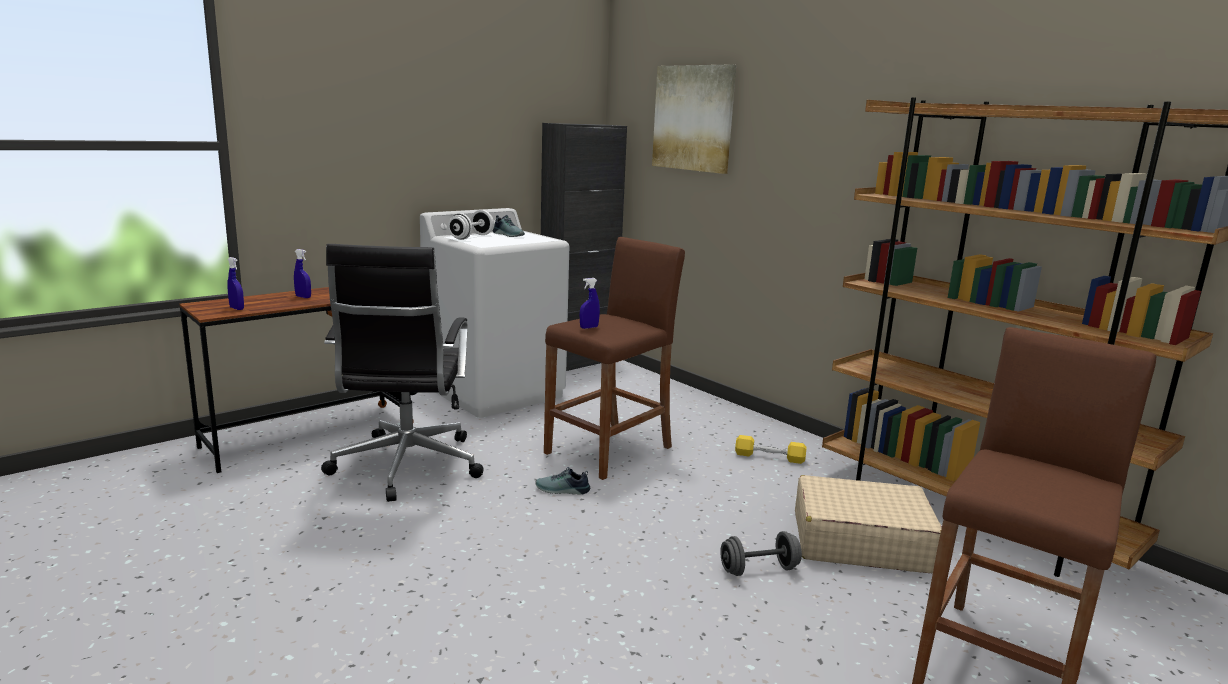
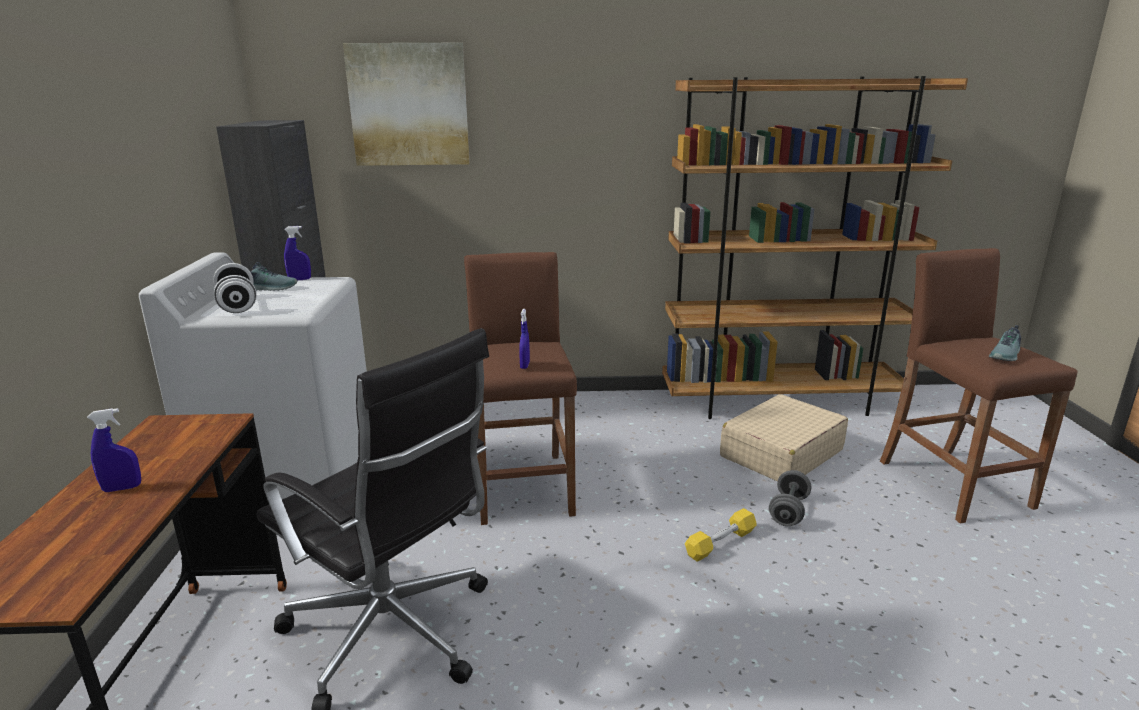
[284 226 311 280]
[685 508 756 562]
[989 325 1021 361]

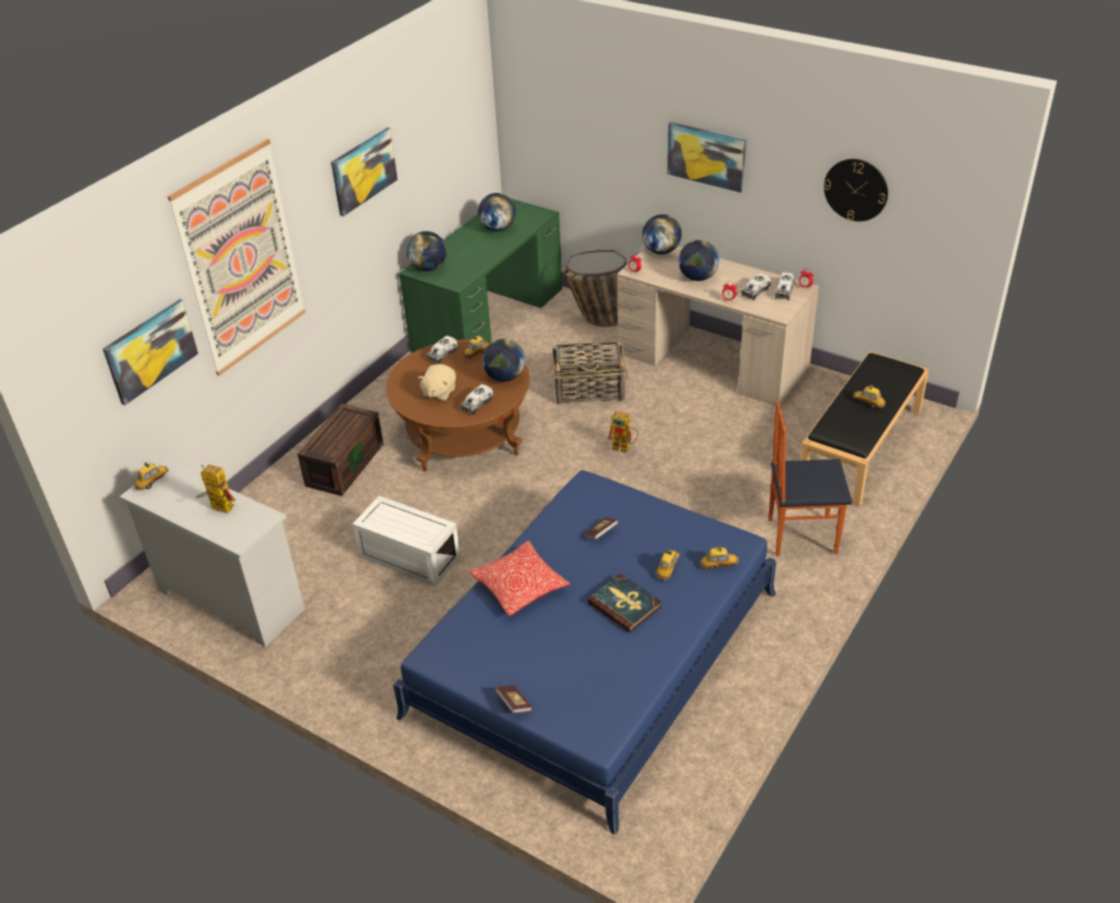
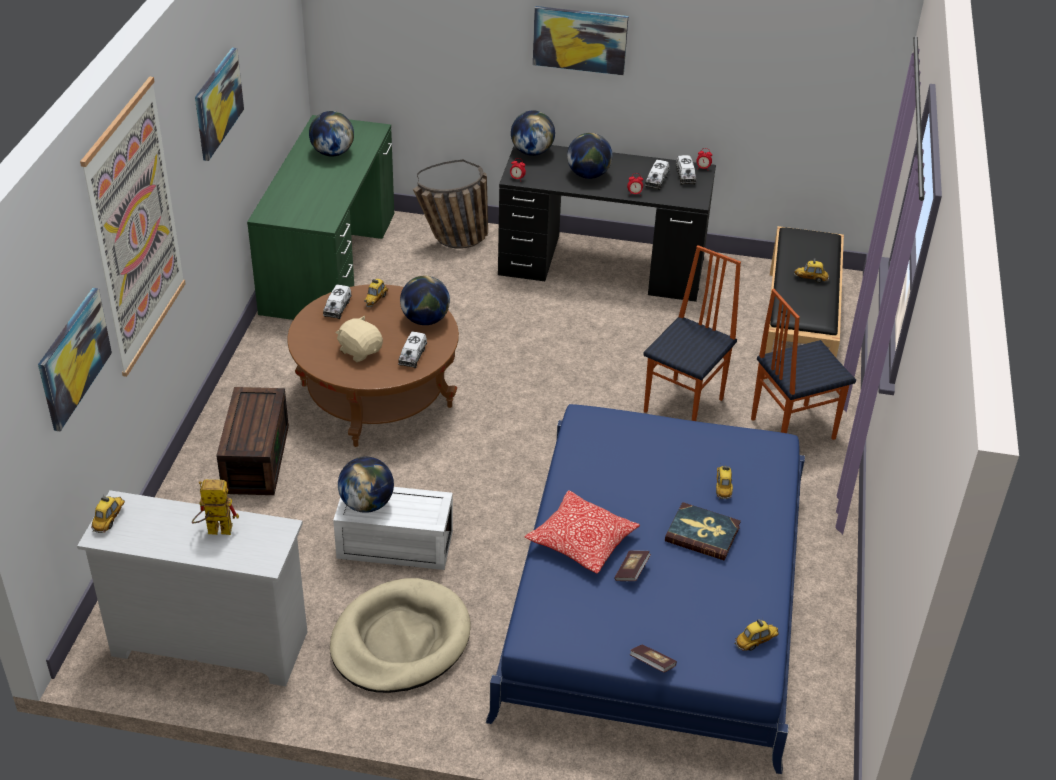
[823 159 888 221] (first image)
[338 457 394 513]
[498 145 716 302]
[552 341 627 405] (first image)
[336 316 383 362]
[607 411 638 453] (first image)
[614 550 651 581]
[734 619 779 651]
[643 245 741 421]
[330 578 471 693]

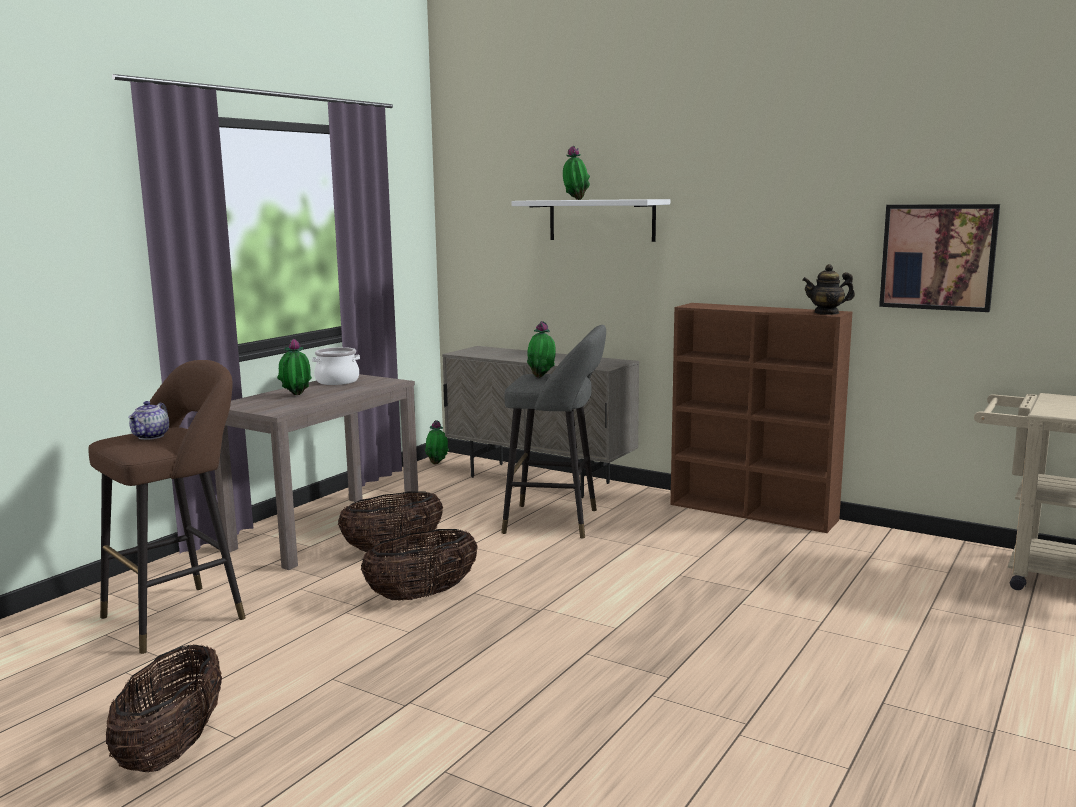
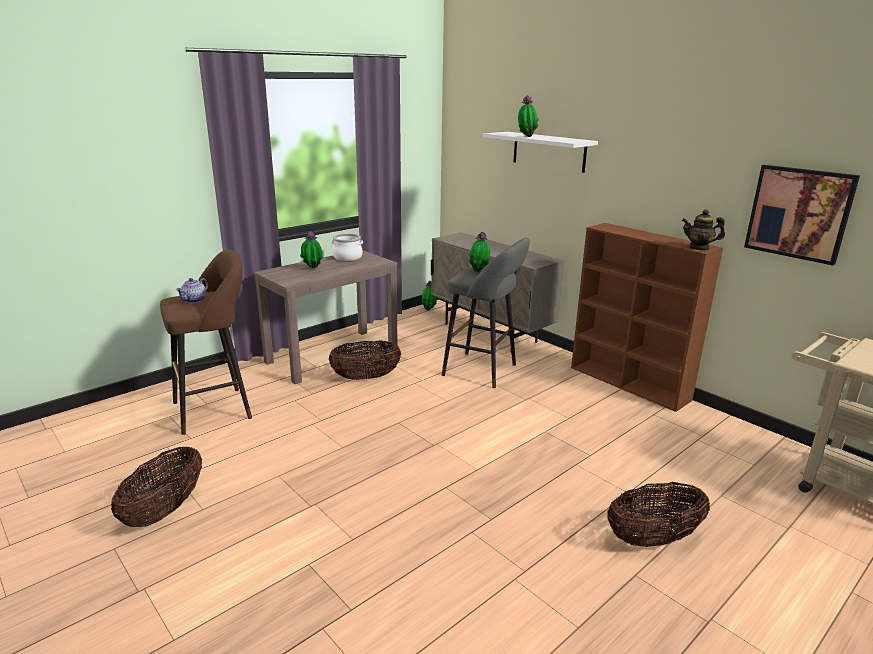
[607 482 710 547]

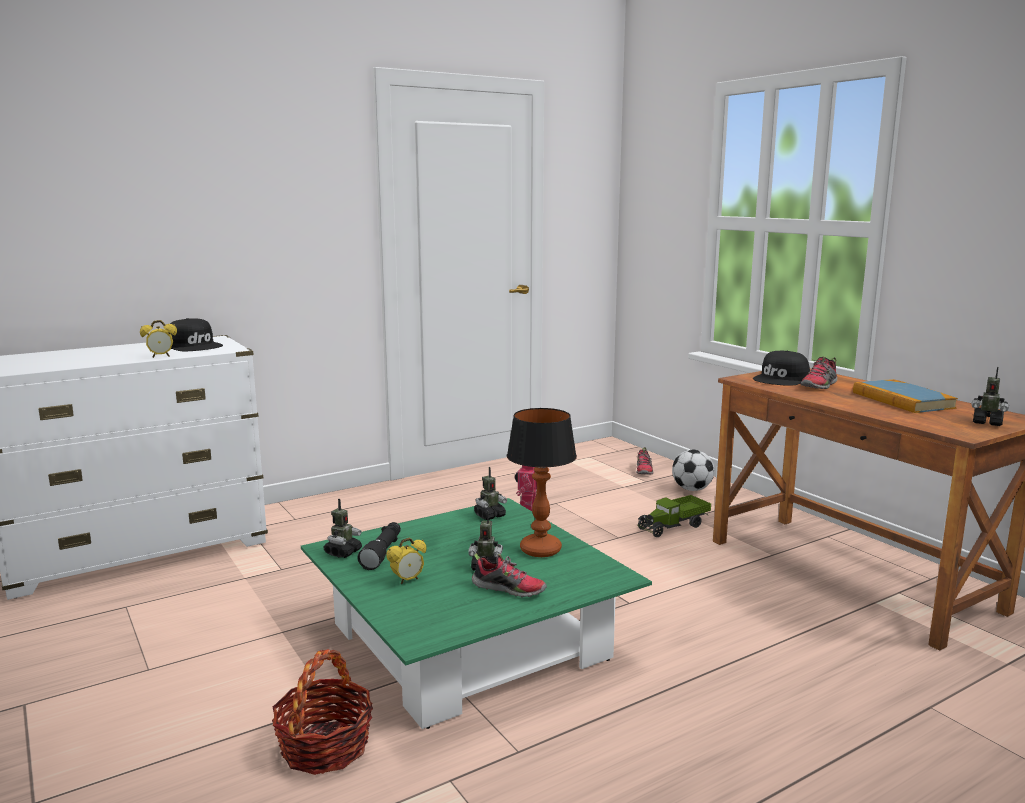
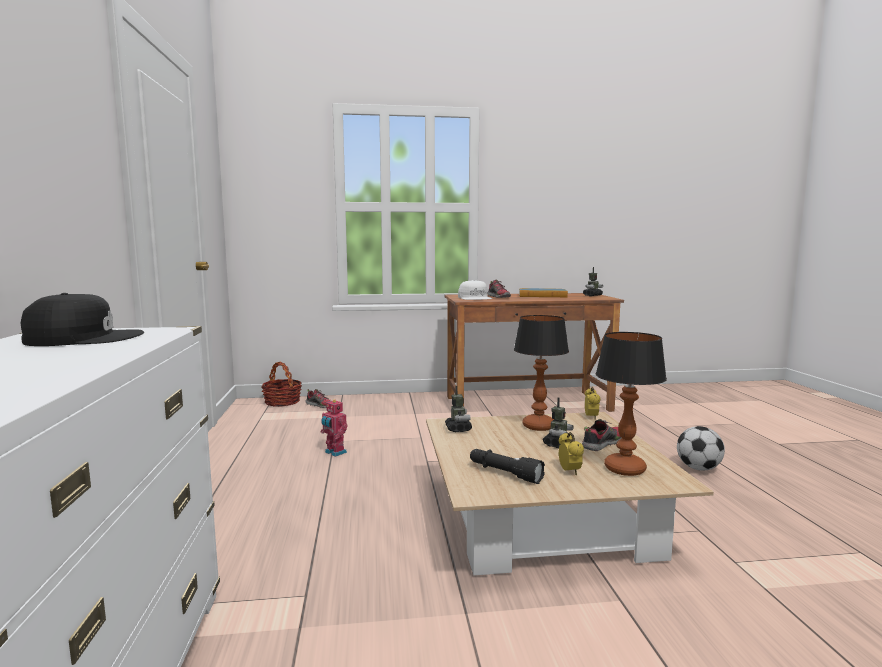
[585 387 601 420]
[458 280 492 300]
[677 426 725 470]
[637 495 711 537] (first image)
[426 412 714 576]
[323 499 362 558] (first image)
[261 361 302 406]
[596 332 667 476]

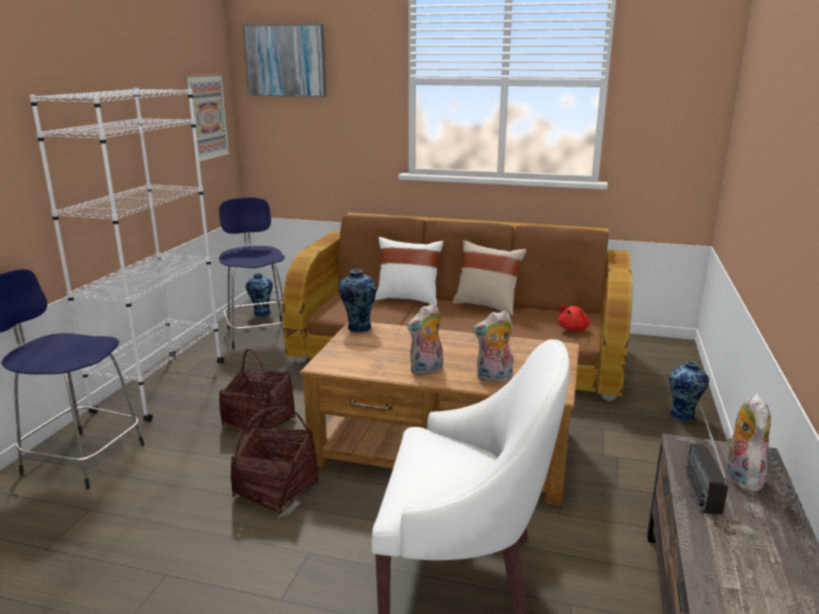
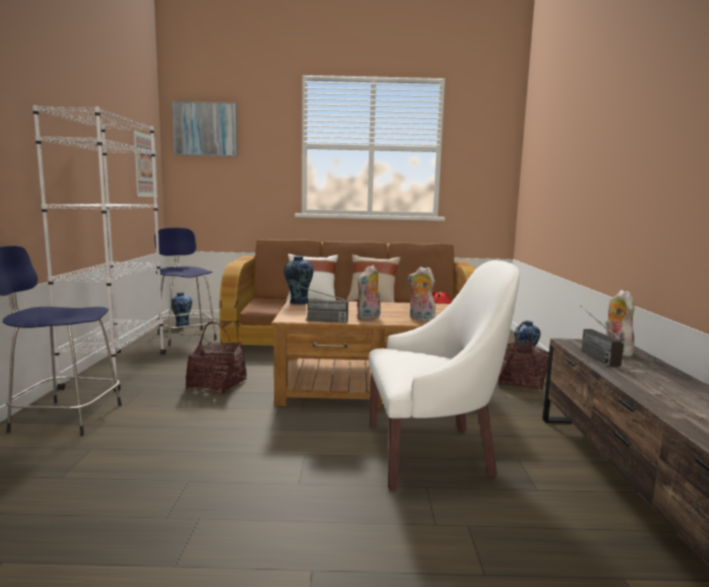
[408 267 436 322]
[498 322 549 390]
[288 283 348 323]

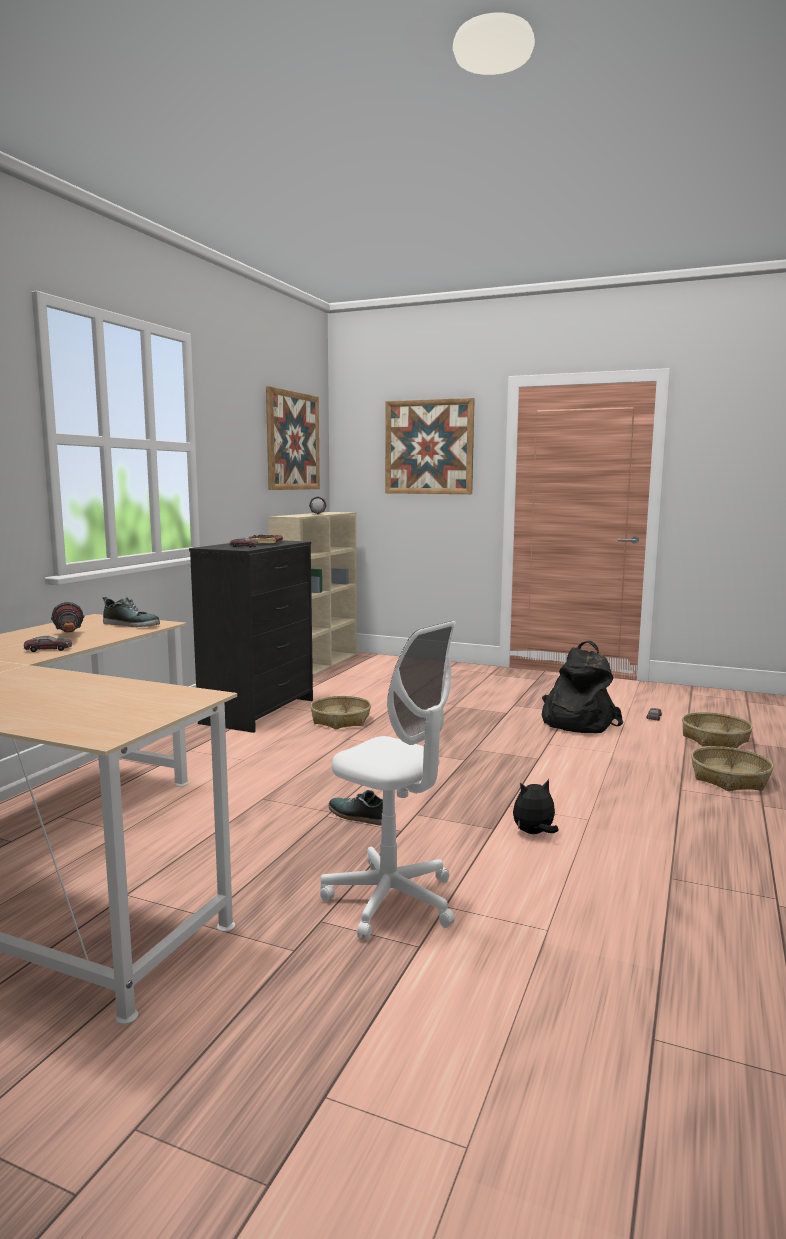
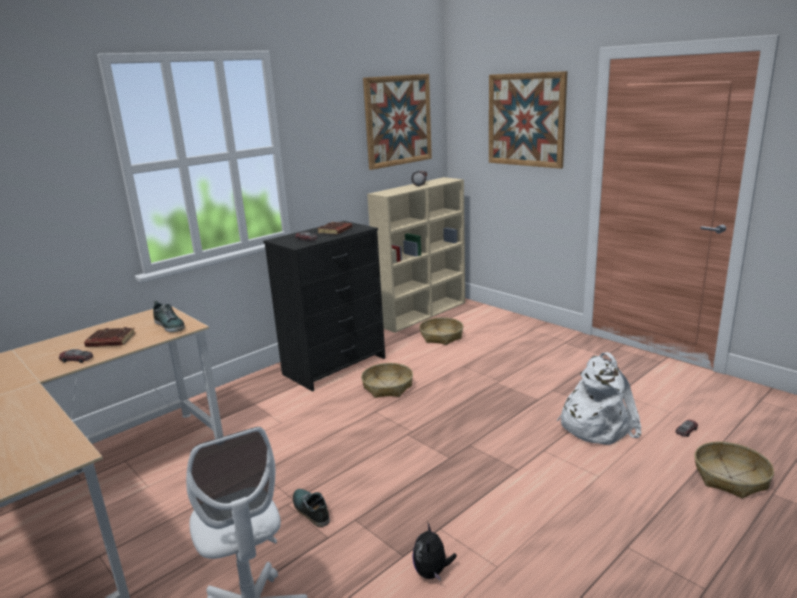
[84 327 135 347]
[557 352 641 445]
[419 317 463 345]
[412 523 457 581]

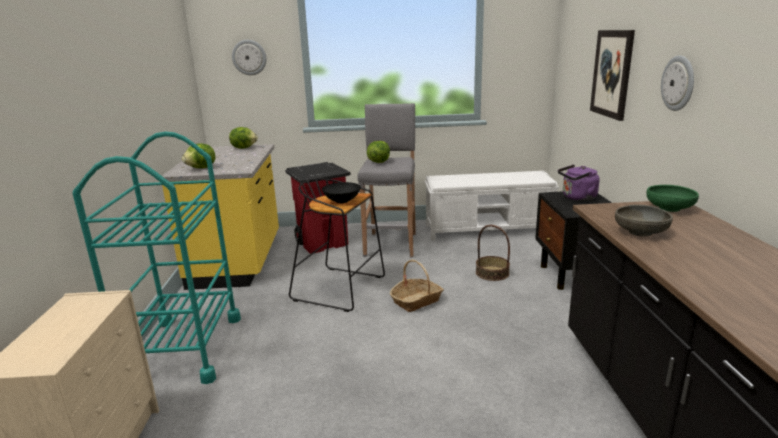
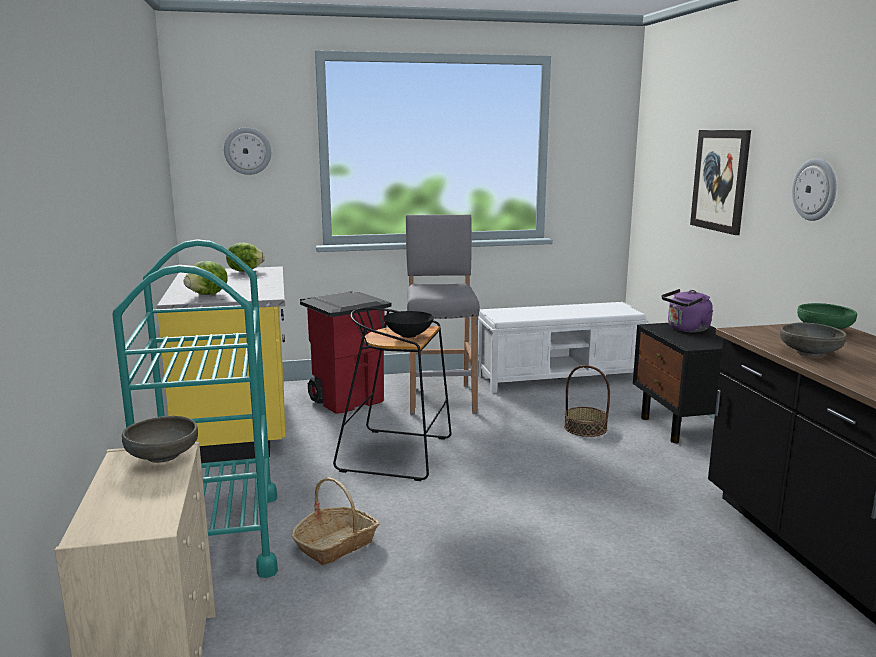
[367 141 390 163] (first image)
[291 477 380 565]
[122 416 198 463]

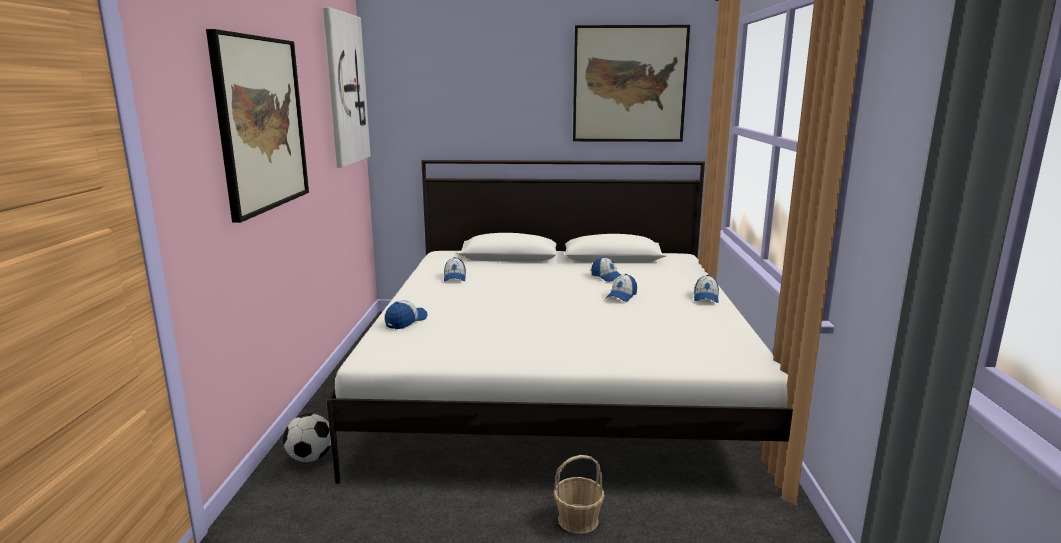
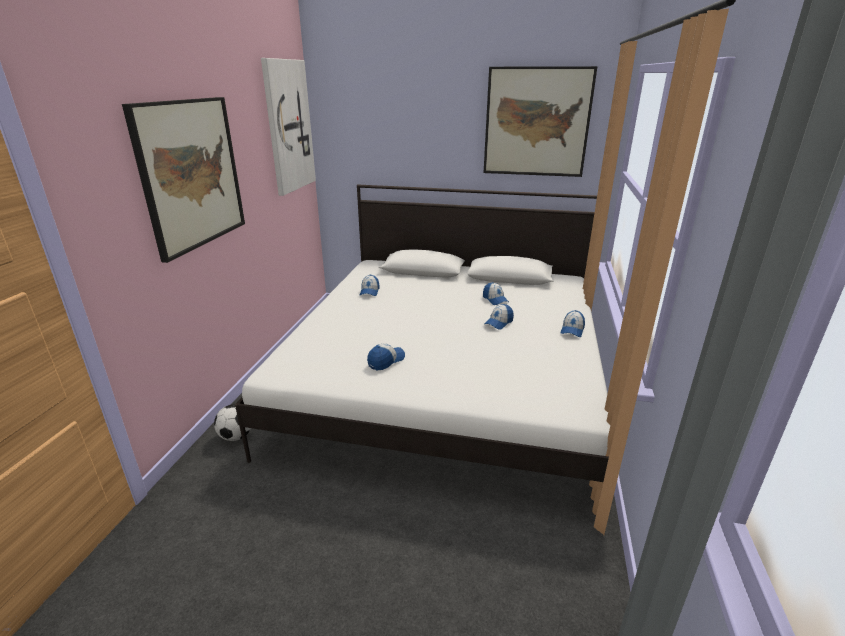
[367 343 405 370]
[554 455 605 534] (first image)

